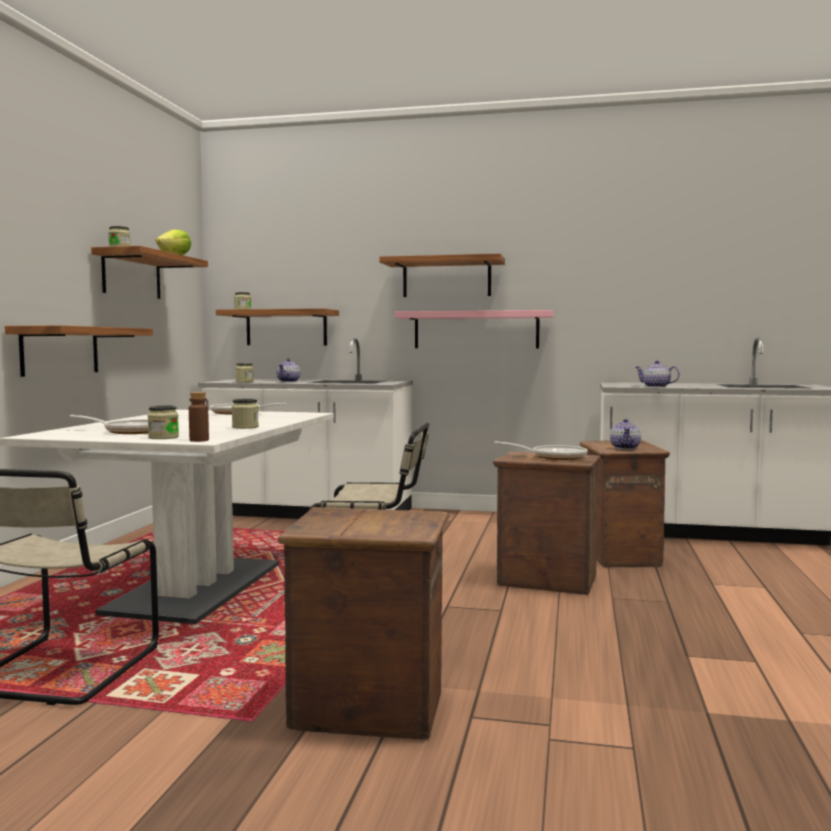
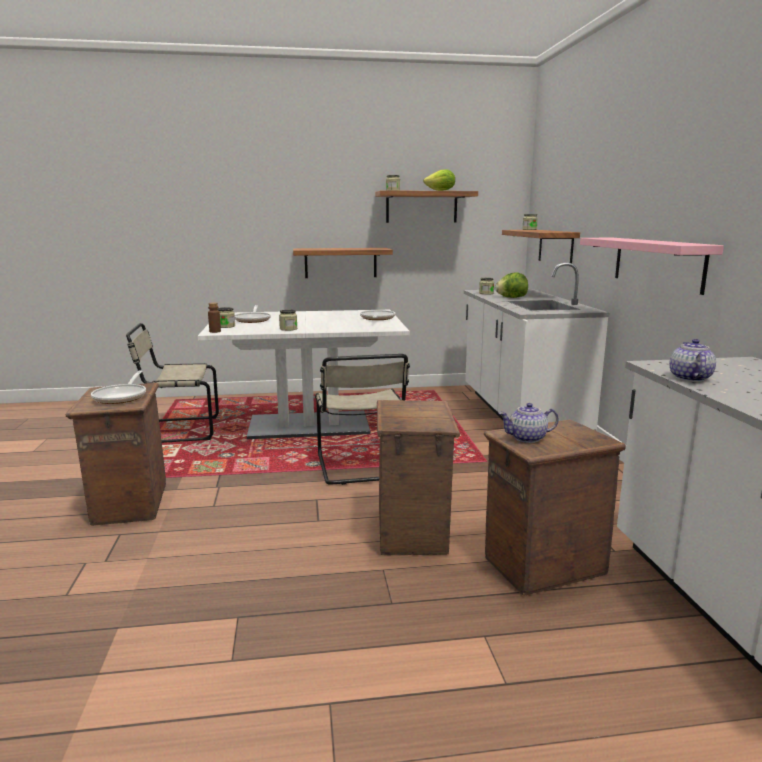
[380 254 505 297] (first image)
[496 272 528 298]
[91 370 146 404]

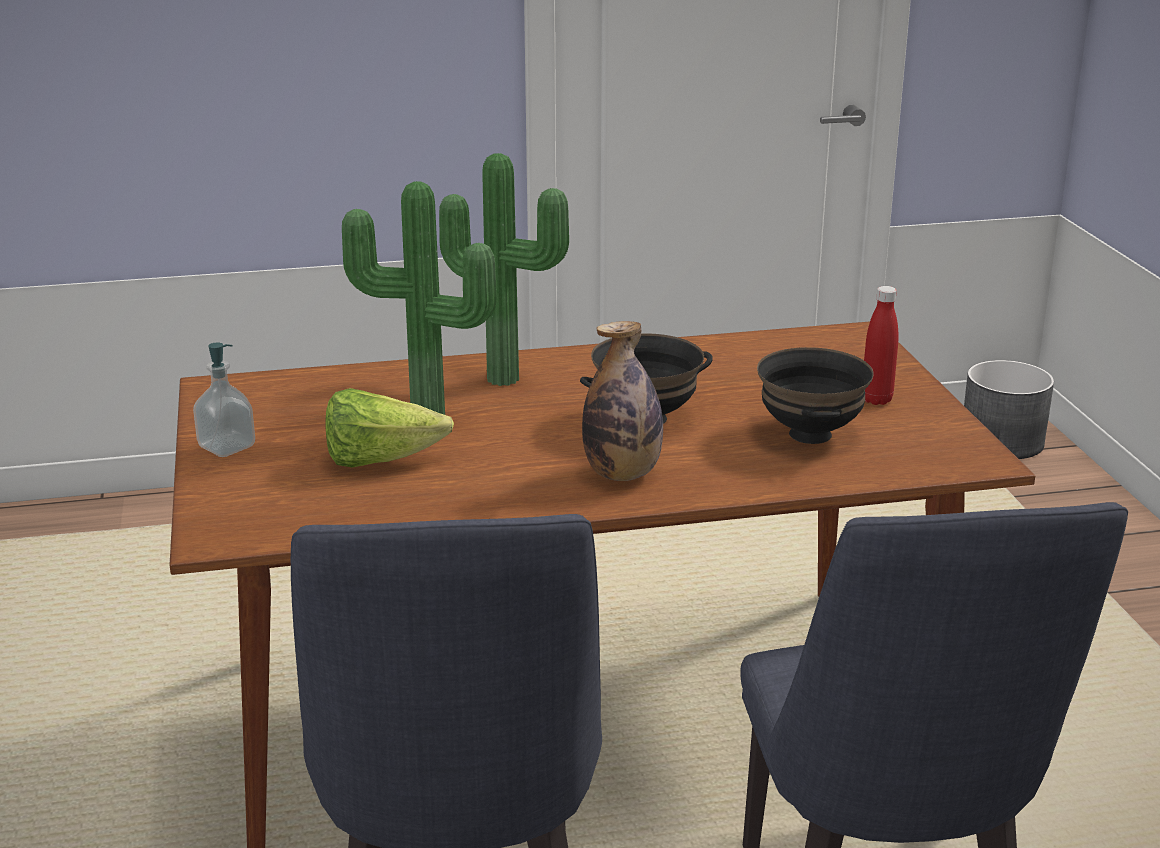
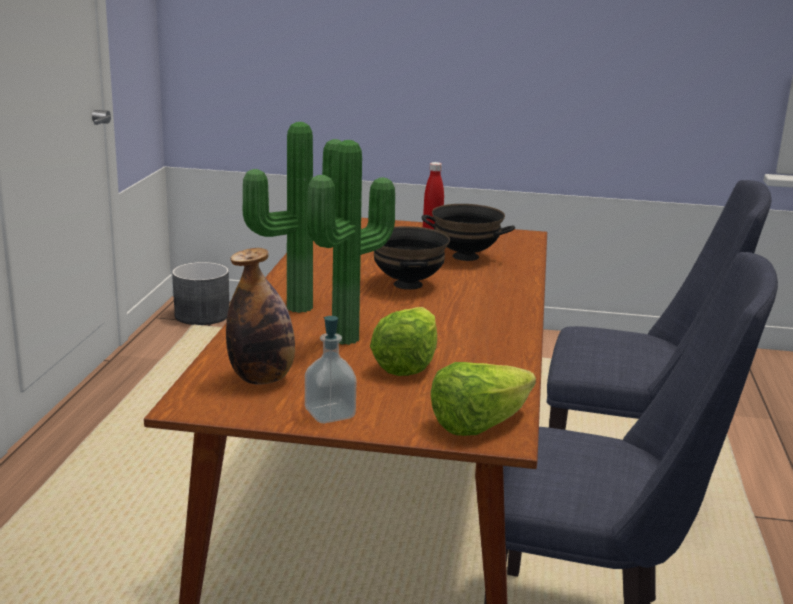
[226 248 295 384]
[431 362 536 436]

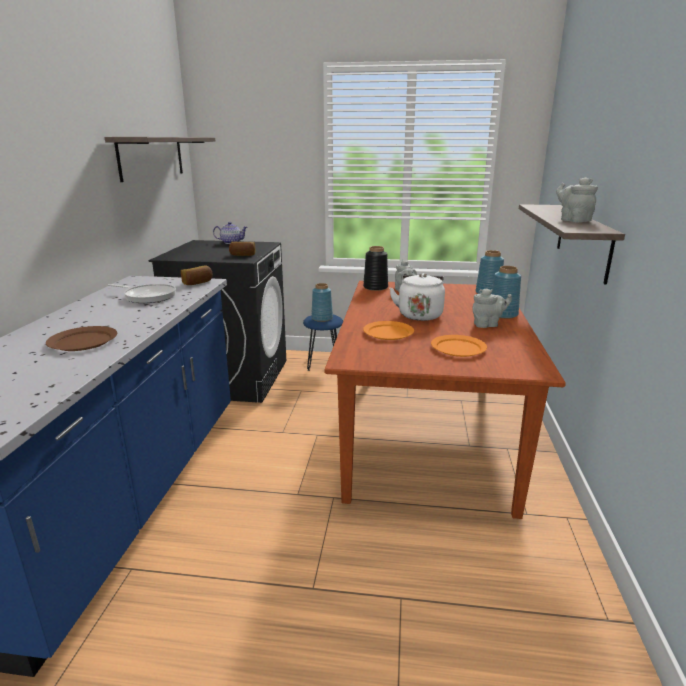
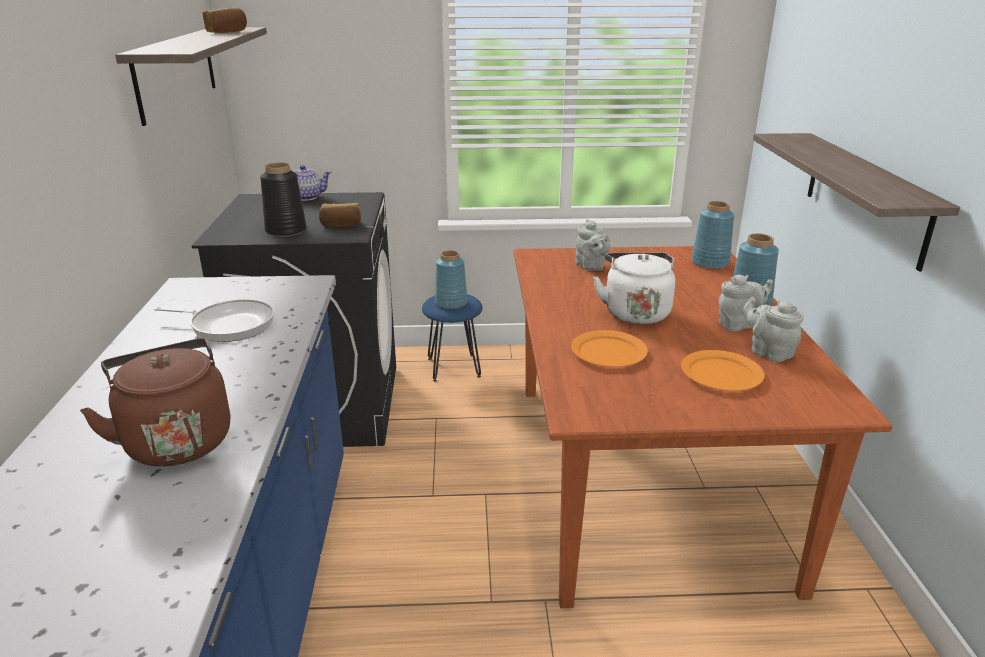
[743 297 804 362]
[260 162 307 237]
[203 8 247 33]
[80 338 230 467]

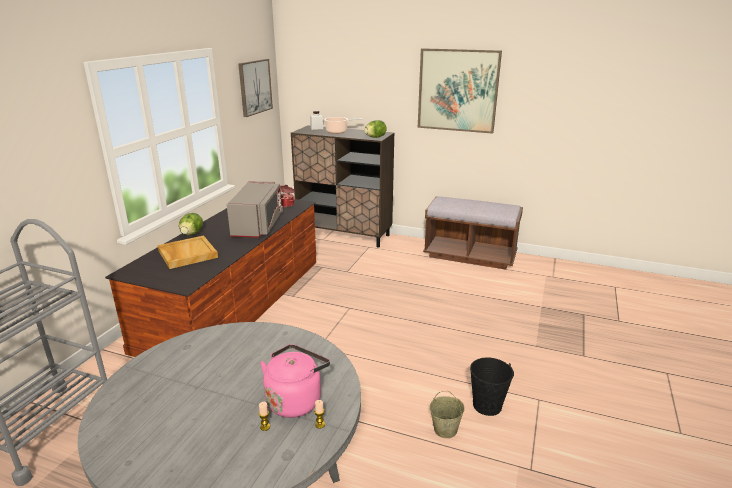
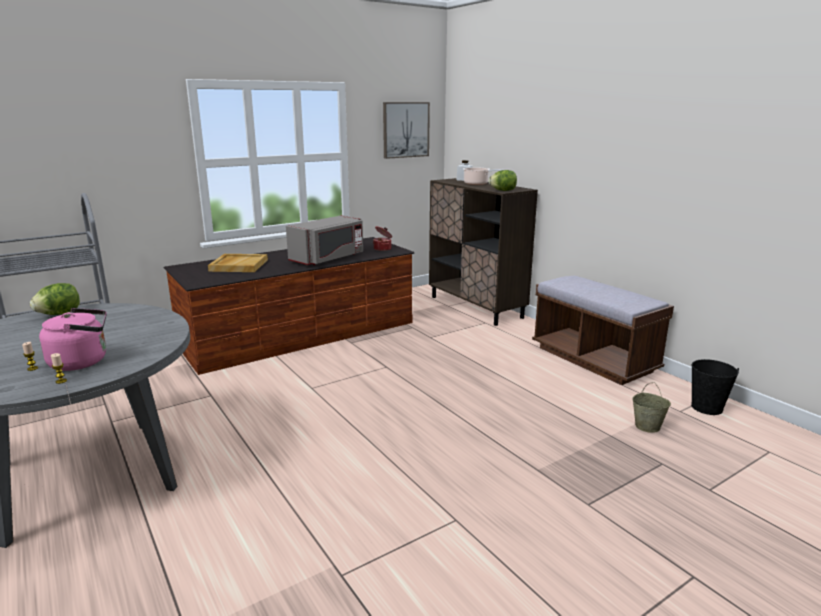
[418 48 502 134] (first image)
[30 283 80 315]
[691 359 739 415]
[632 383 671 433]

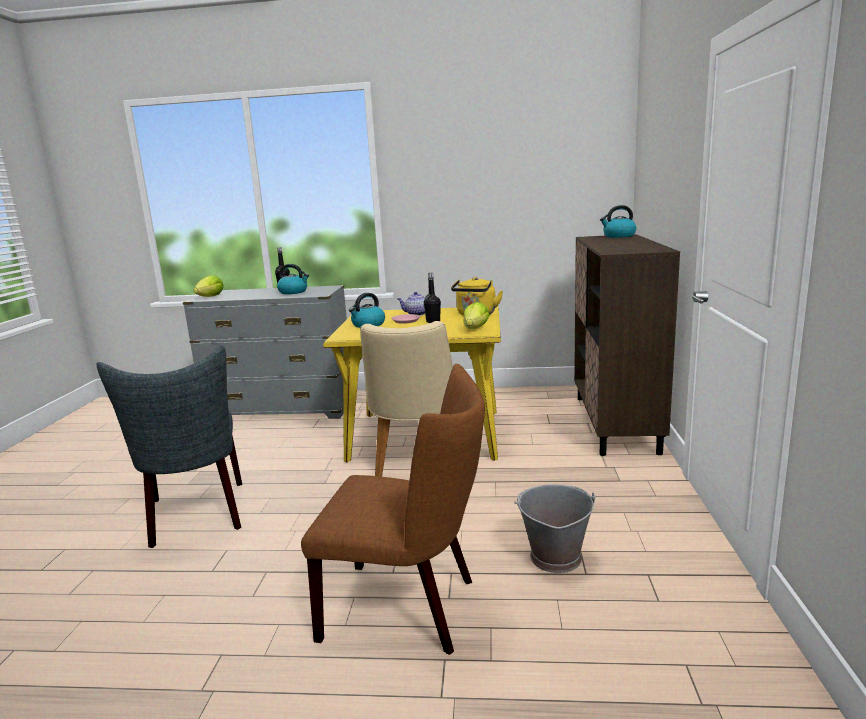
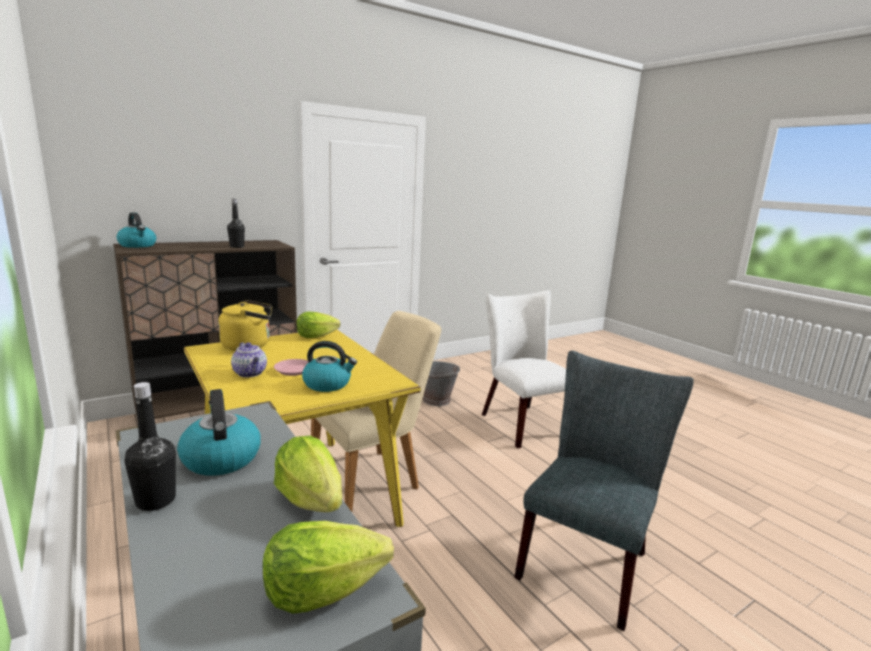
[227 199 245 248]
[482 291 566 448]
[274 436 342 512]

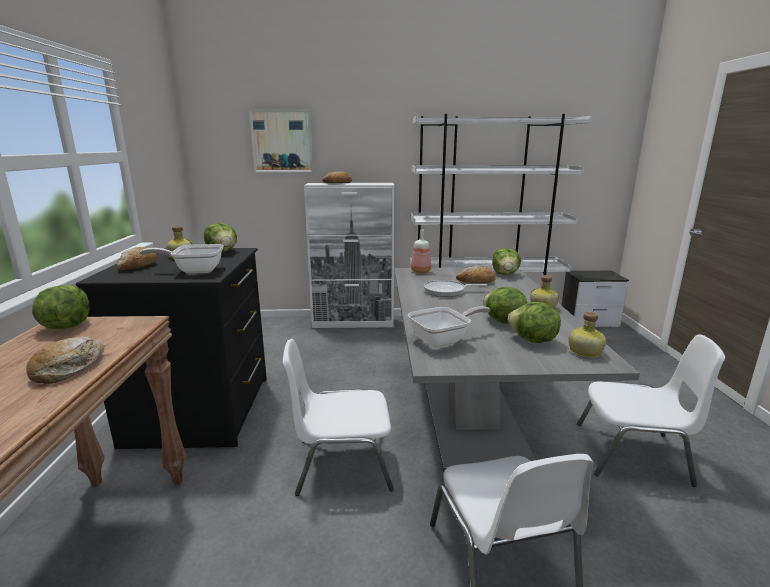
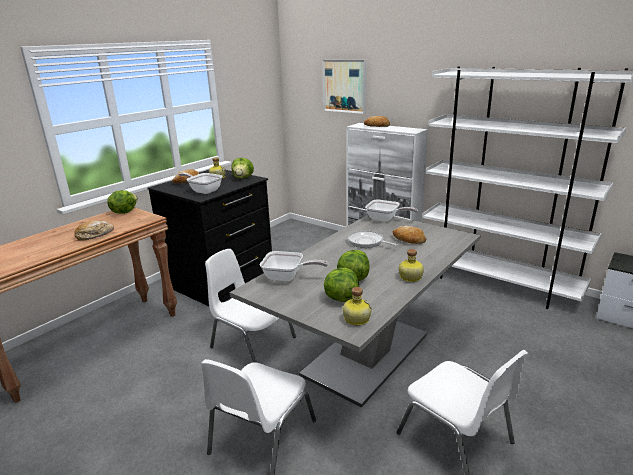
[365 200 418 222]
[492 248 521 275] (first image)

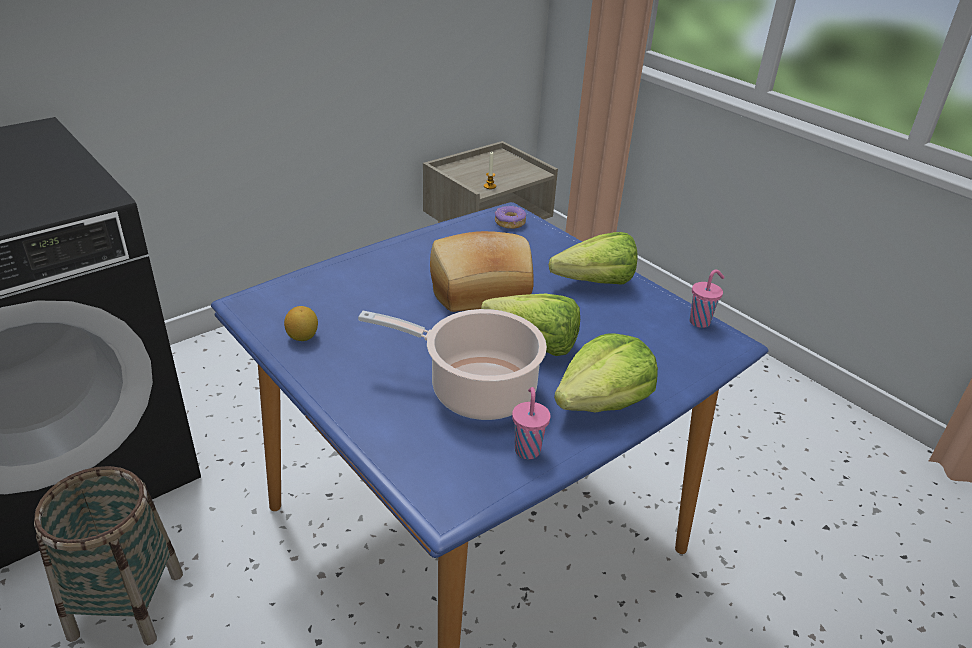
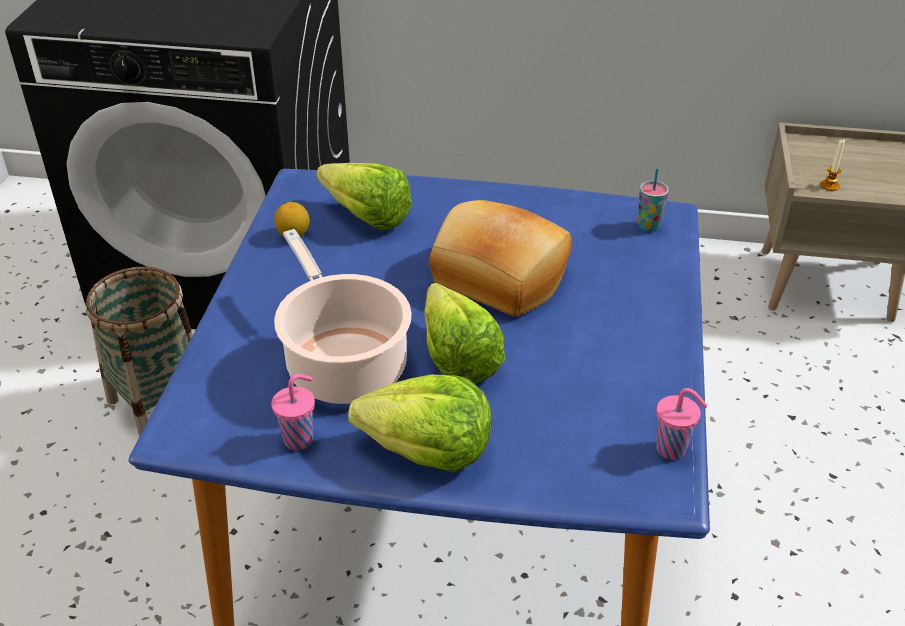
[638 168 669 232]
[316 163 412 230]

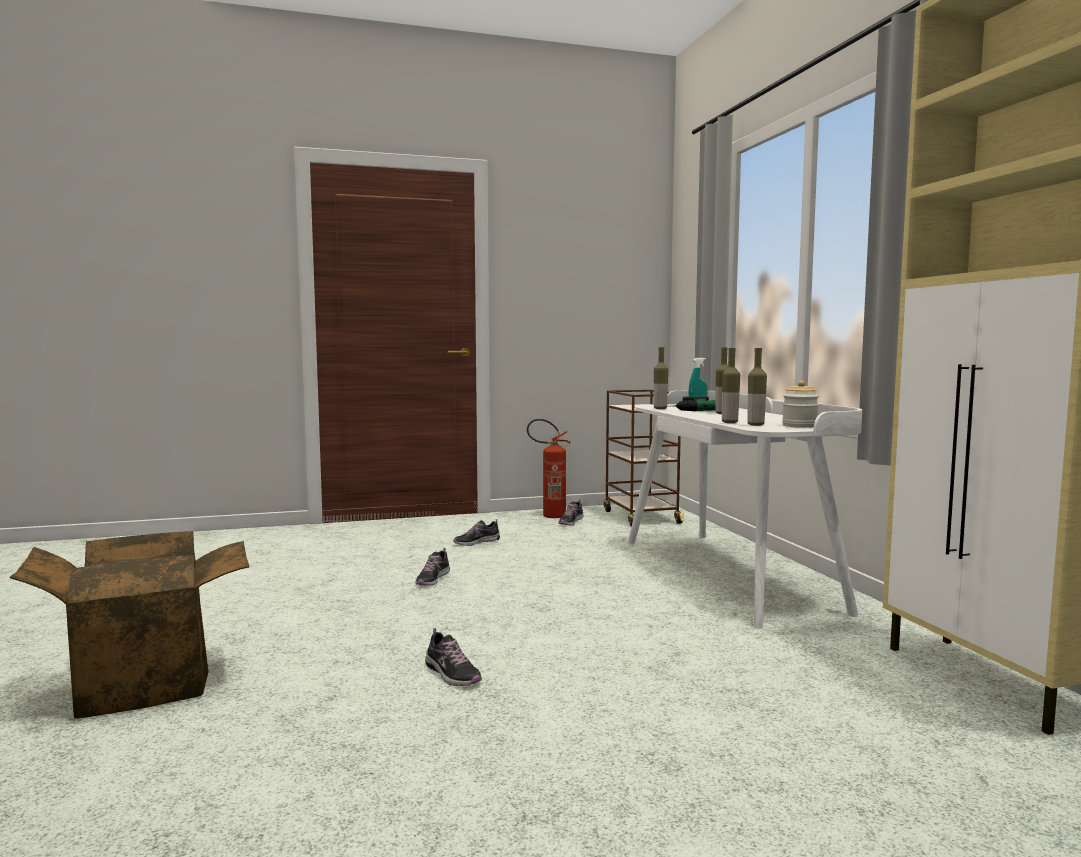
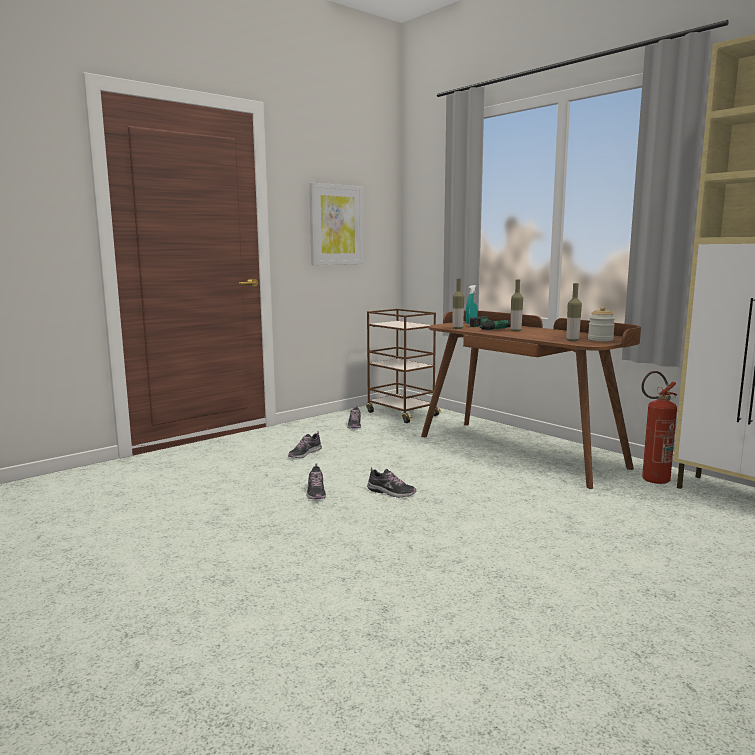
[722 348 740 423] (first image)
[421 311 641 489]
[641 371 677 484]
[10 531 249 719] (first image)
[367 467 416 498]
[309 183 363 265]

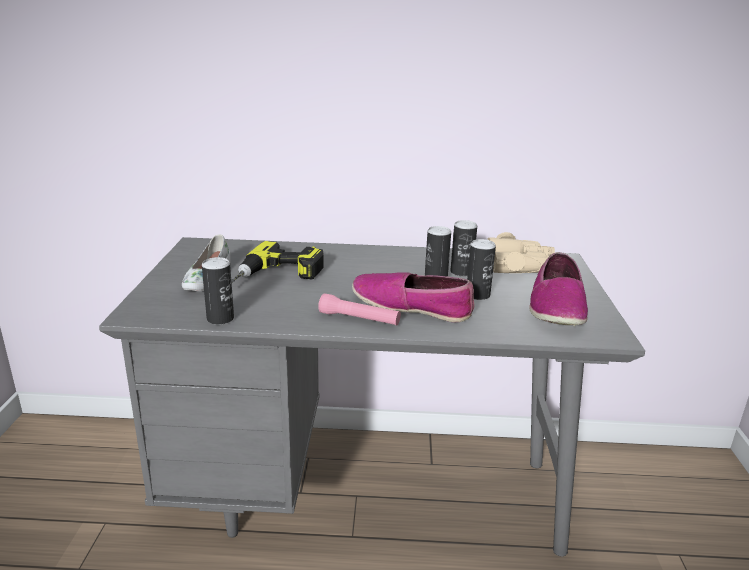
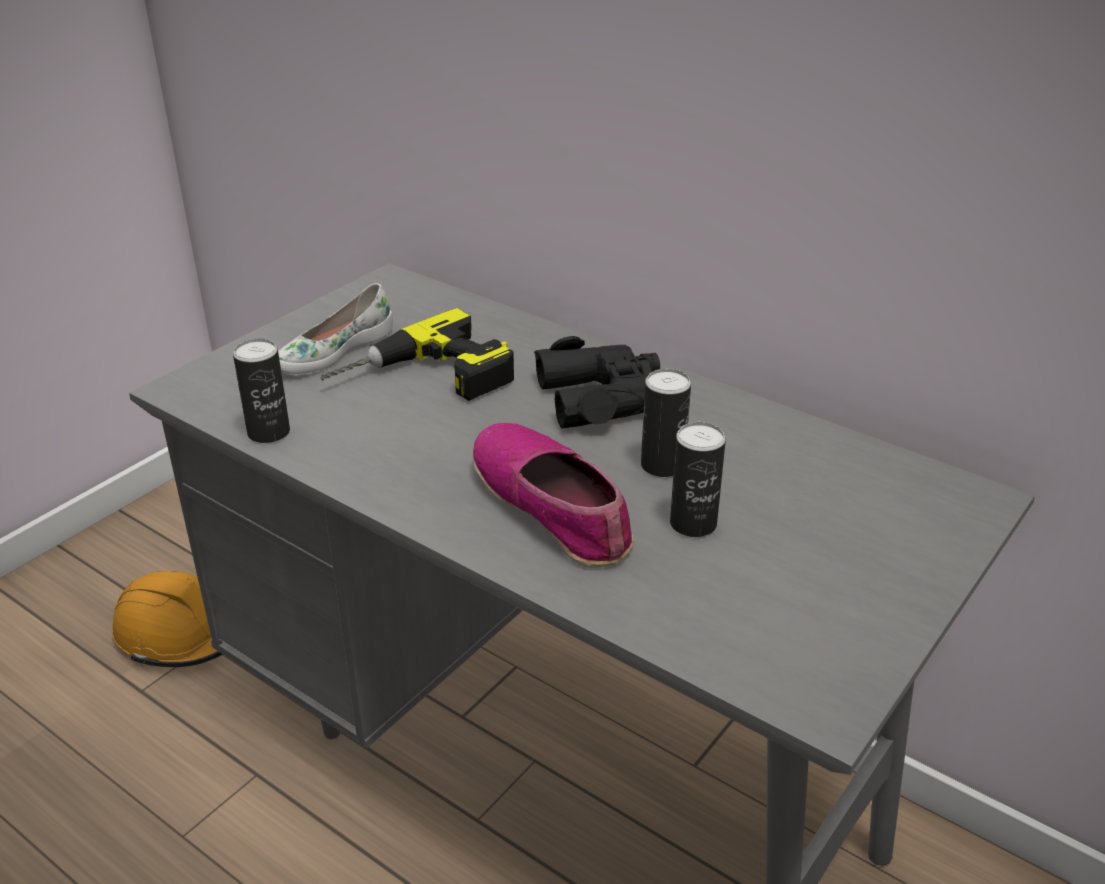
[450 220 477 277] (first image)
[488 232 555 273] (first image)
[529 252 588 326] (first image)
[318 293 401 325] (first image)
[534 336 660 429]
[112 571 223 667]

